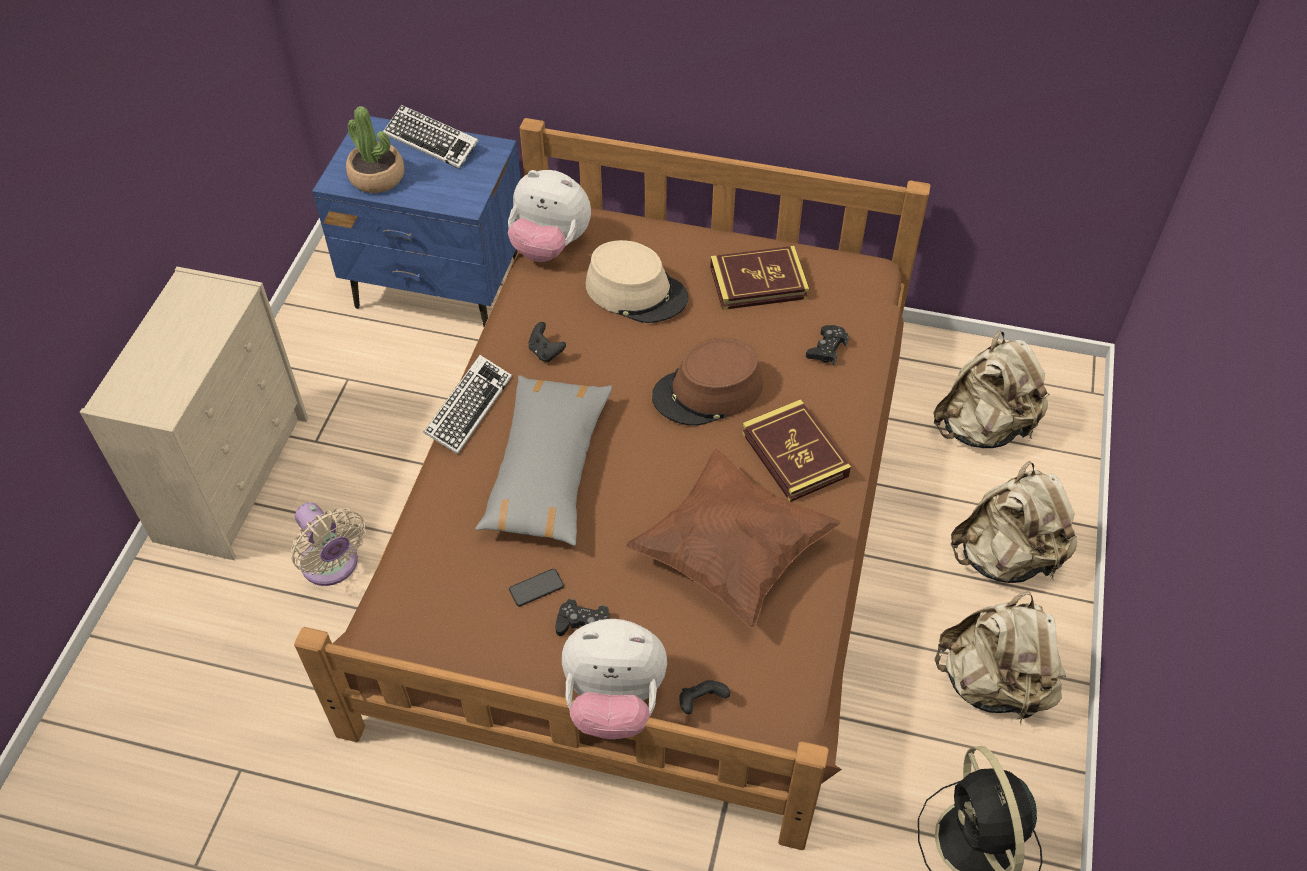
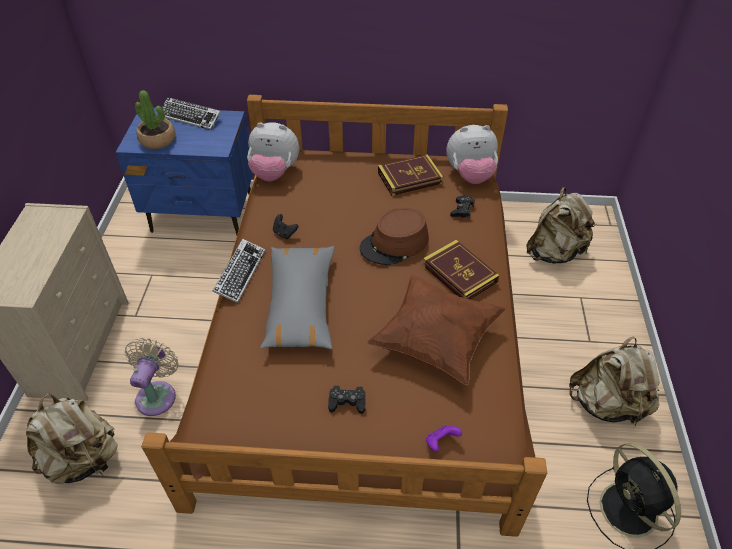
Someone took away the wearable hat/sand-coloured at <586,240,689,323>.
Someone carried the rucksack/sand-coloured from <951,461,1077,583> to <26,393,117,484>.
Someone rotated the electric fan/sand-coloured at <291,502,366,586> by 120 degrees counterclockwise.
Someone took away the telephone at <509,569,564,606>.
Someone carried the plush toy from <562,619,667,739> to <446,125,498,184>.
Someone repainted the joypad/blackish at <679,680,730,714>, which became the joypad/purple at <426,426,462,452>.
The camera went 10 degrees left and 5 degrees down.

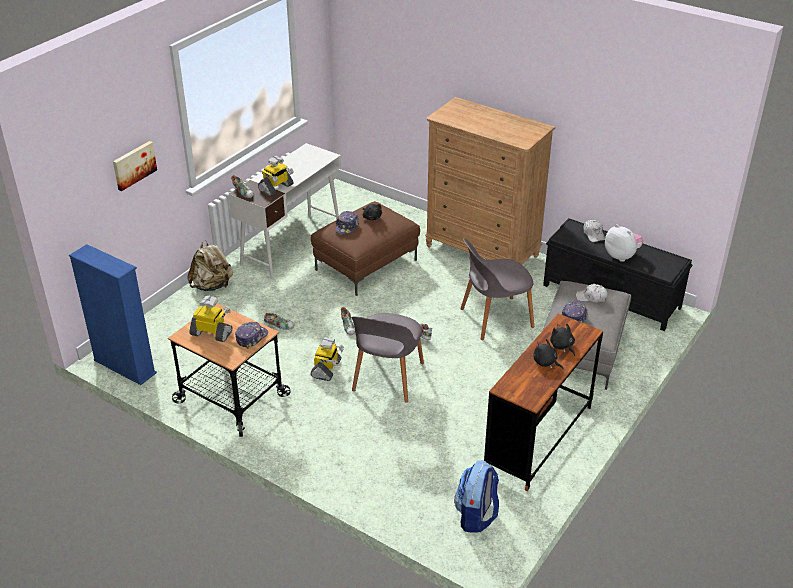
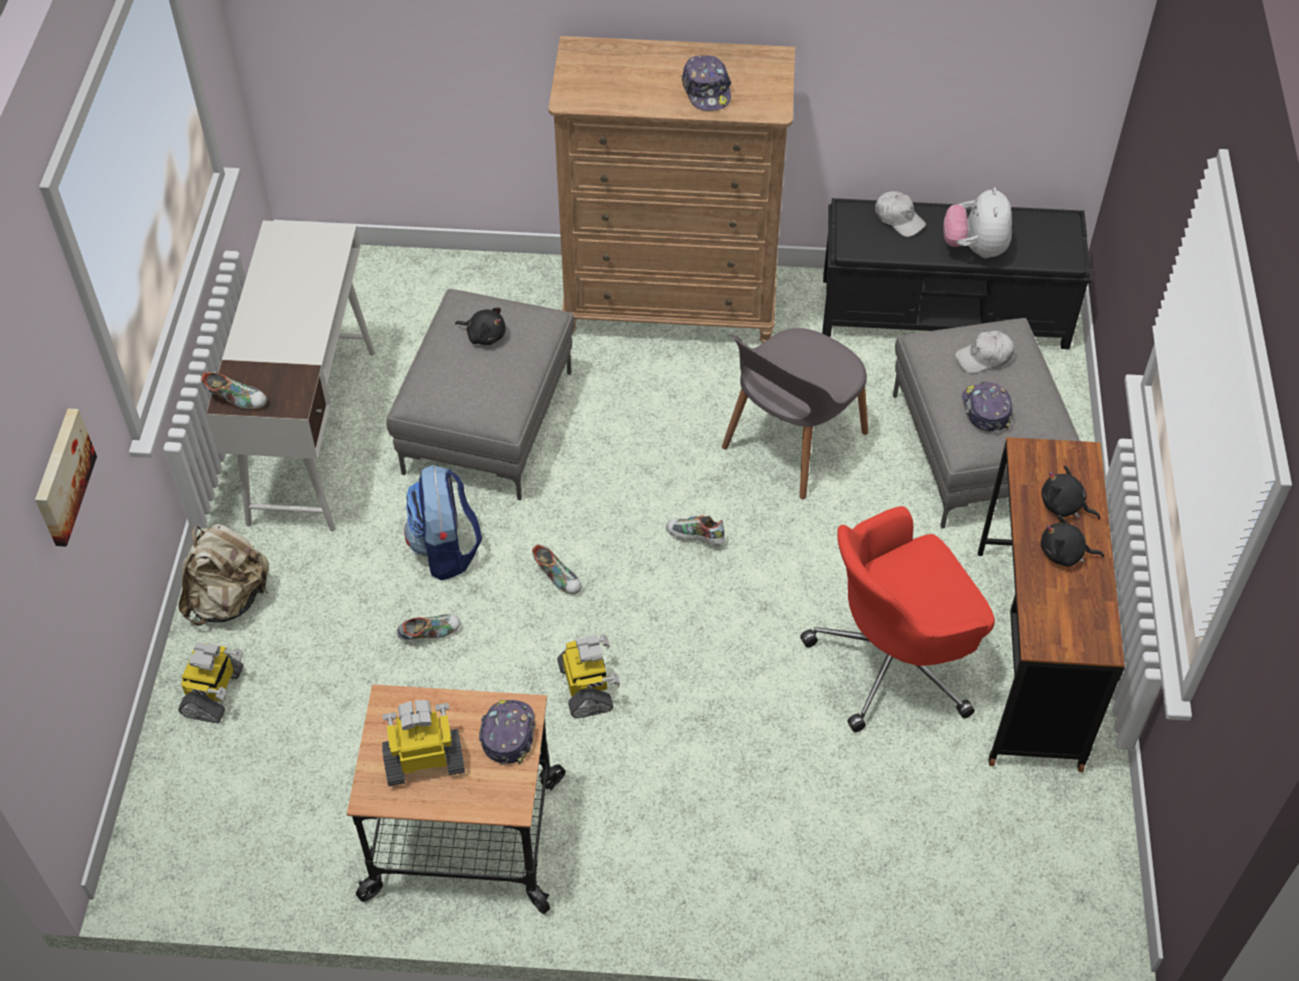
Someone carried the model robot from <258,156,294,196> to <178,642,243,723>.
Someone repainted the footrest/brown at <311,201,420,296>, which became the footrest/grey at <386,289,575,500>.
Someone carried the cap from <335,211,359,235> to <682,55,732,111>.
Someone rotated the plush toy at <605,224,643,262> by 105 degrees counterclockwise.
Someone took away the bookshelf/blue at <69,244,157,385>.
Someone took away the chair/grey at <351,313,424,402>.
Someone carried the rucksack from <454,461,499,533> to <404,465,482,581>.
Someone put down the office chair/red-coloured at <800,506,995,732>.
The camera went 30 degrees left and 15 degrees up.

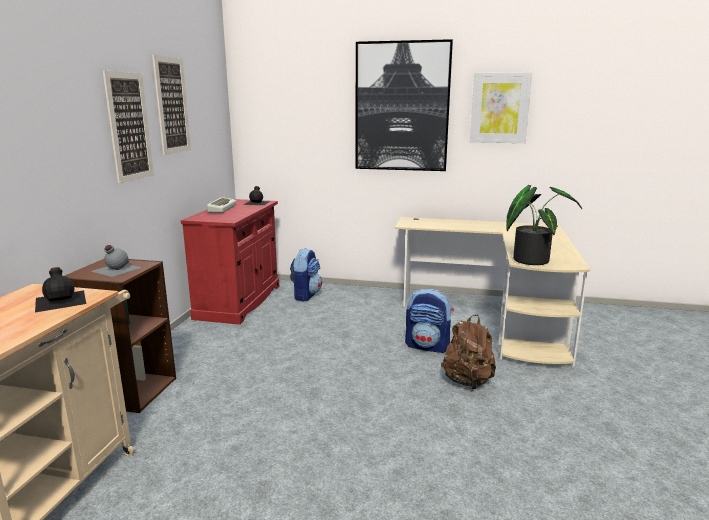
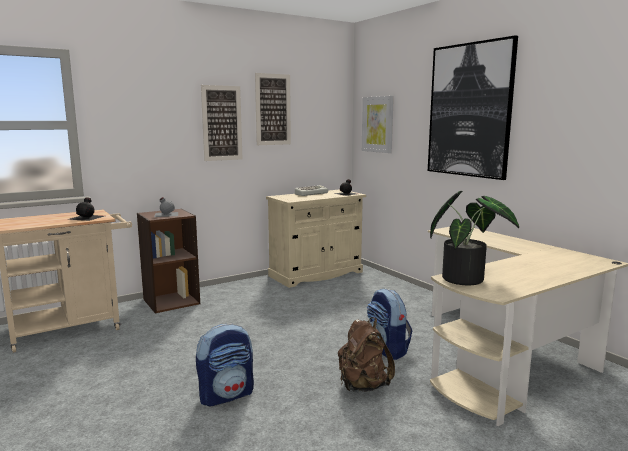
Someone carried the wall picture from <470,72,532,143> to <362,96,394,153>.
Someone repainted the storage cabinet/red-coloured at <181,199,279,324>, which became the storage cabinet/sand-coloured at <266,189,366,288>.
Someone carried the rucksack from <290,248,322,301> to <196,323,254,406>.
The camera went 45 degrees right and 5 degrees down.

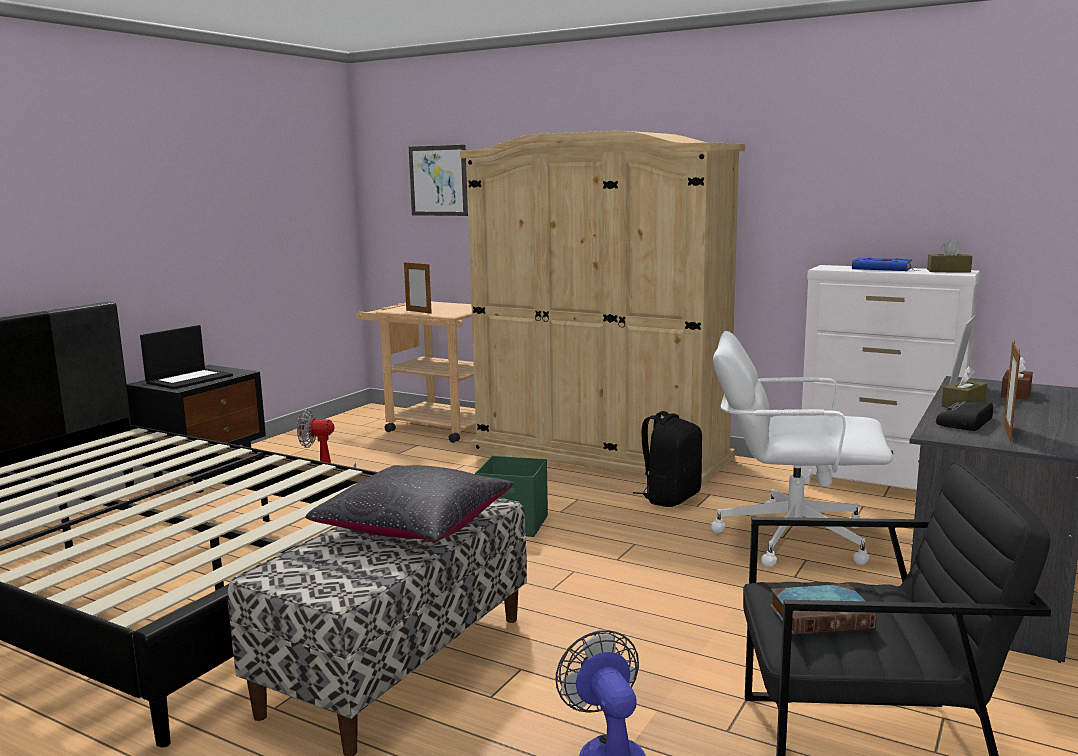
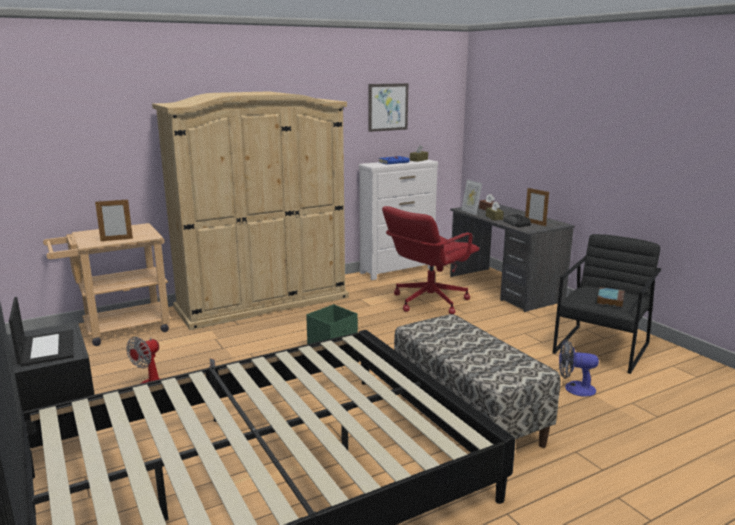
Someone carried the wall picture from <409,145,468,216> to <368,83,408,132>.
Someone repainted the office chair/whitish at <711,331,893,567>, which became the office chair/red-coloured at <382,206,480,314>.
Someone took away the rucksack/blackish at <633,411,702,507>.
Someone took away the throw pillow/blackish at <305,465,514,542>.
The camera went 60 degrees left and 5 degrees up.

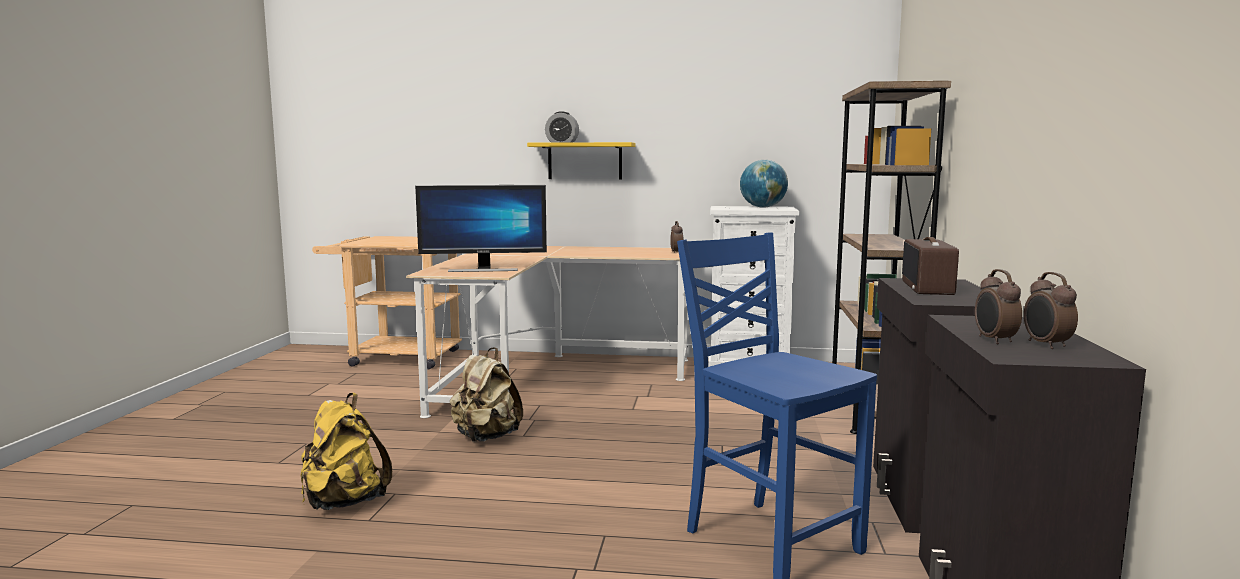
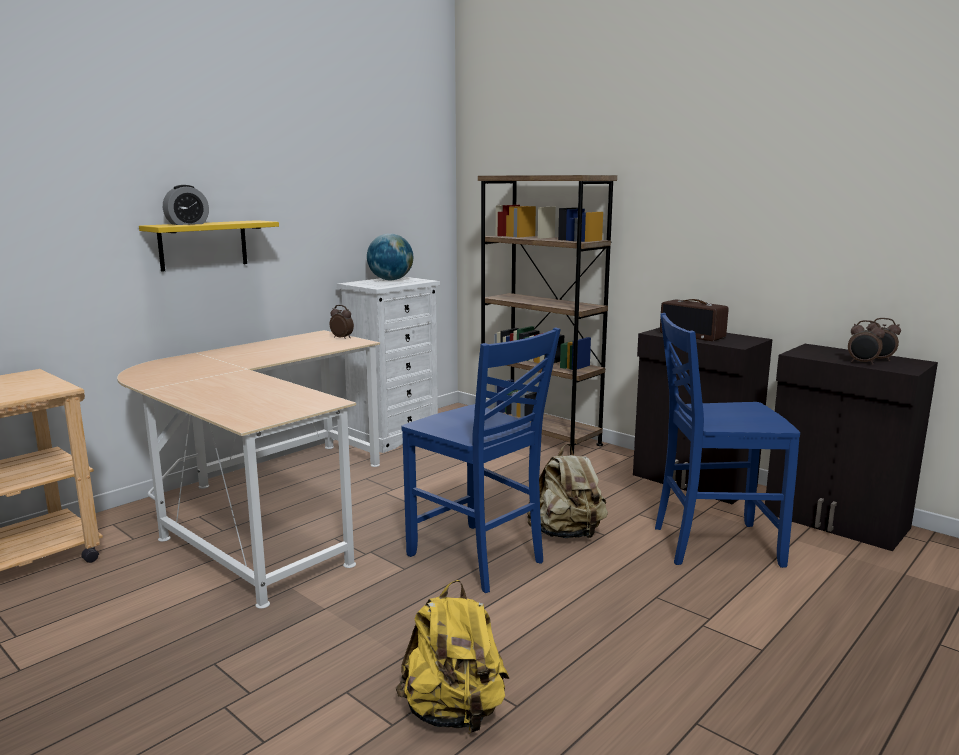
Someone took away the computer display at <415,185,547,272>.
Someone carried the rucksack/sand-coloured from <450,347,523,442> to <527,444,608,539>.
Someone put down the chair/blue at <401,328,561,593>.
The camera went 55 degrees left and 5 degrees up.

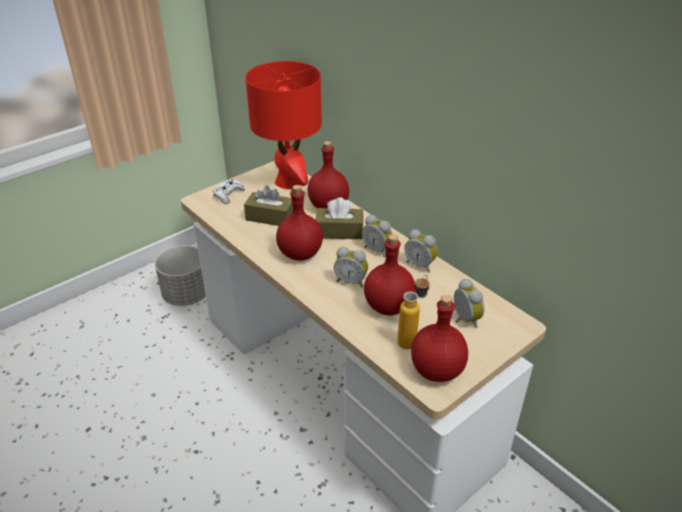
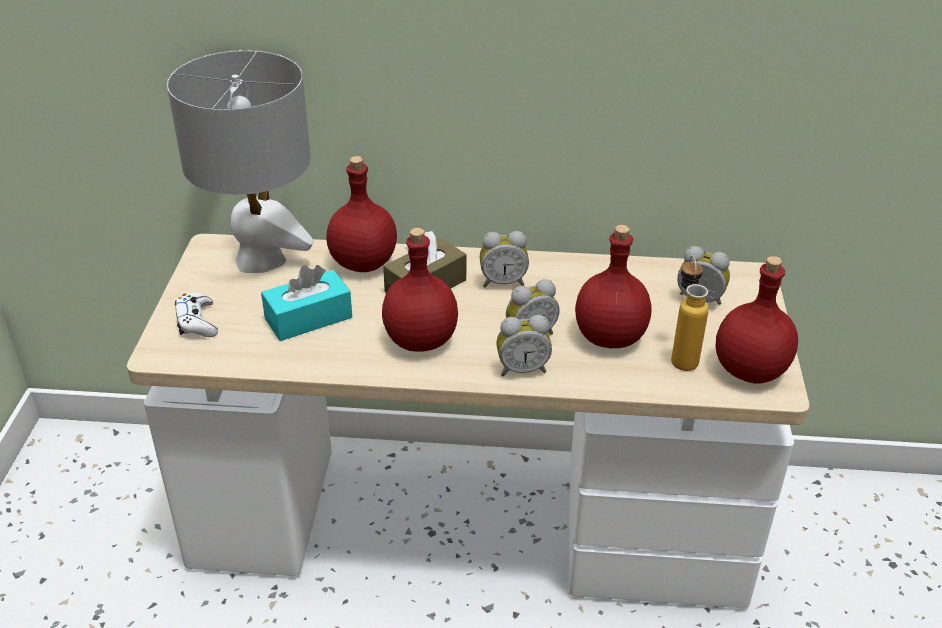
Someone repainted the table lamp/red-coloured at <245,61,322,189>, which became the table lamp/grey at <167,50,314,273>.
Someone repainted the tissue box/brown at <244,186,293,226>, which became the tissue box/turquoise at <261,265,352,341>.
Someone carried the table clock from <404,229,437,272> to <496,315,552,376>.
Someone took away the planter/grey at <155,245,206,306>.
The camera went 45 degrees left and 0 degrees up.

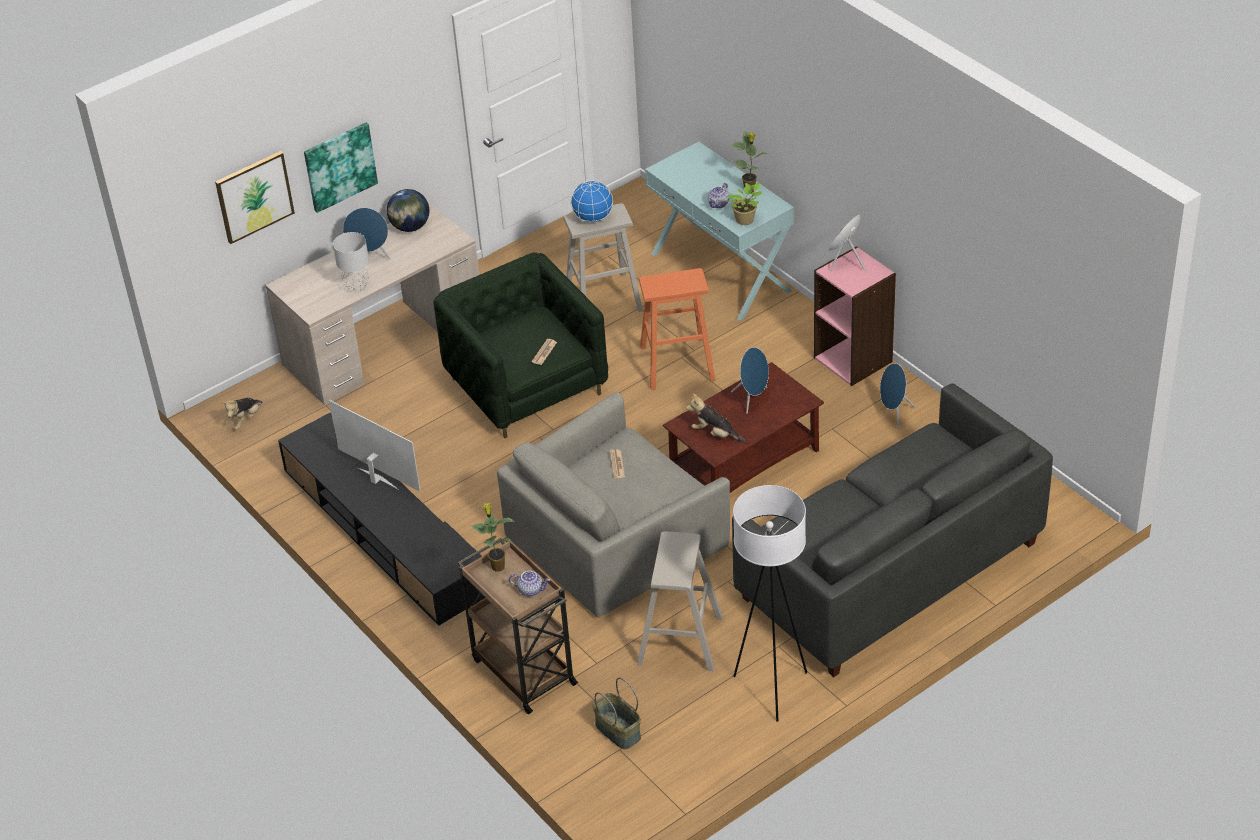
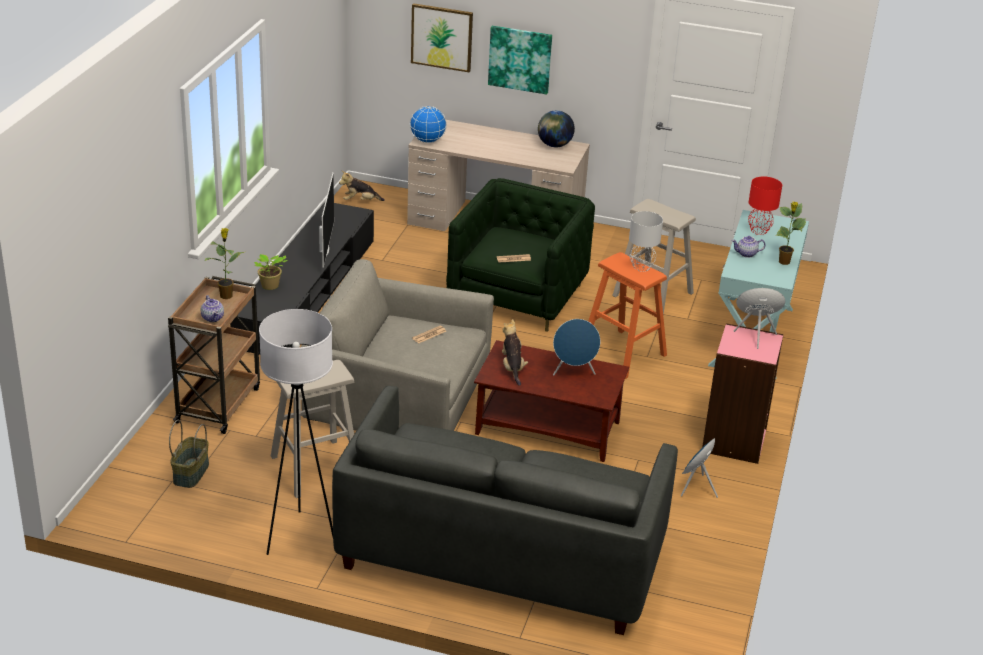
Someone carried the globe from <571,181,613,223> to <410,106,447,143>.
Someone carried the plant in a pot from <726,182,762,225> to <254,254,287,290>.
Someone took away the speaker/blue at <343,208,390,260>.
Someone carried the table lamp/grey from <333,232,369,293> to <629,211,663,272>.
Someone put down the table lamp/red-coloured at <748,177,782,235>.
The camera went 50 degrees right and 10 degrees down.

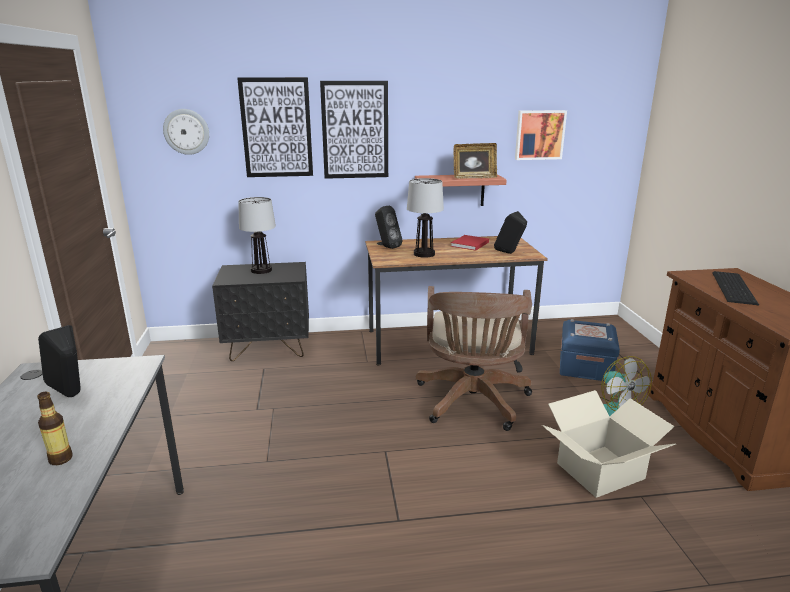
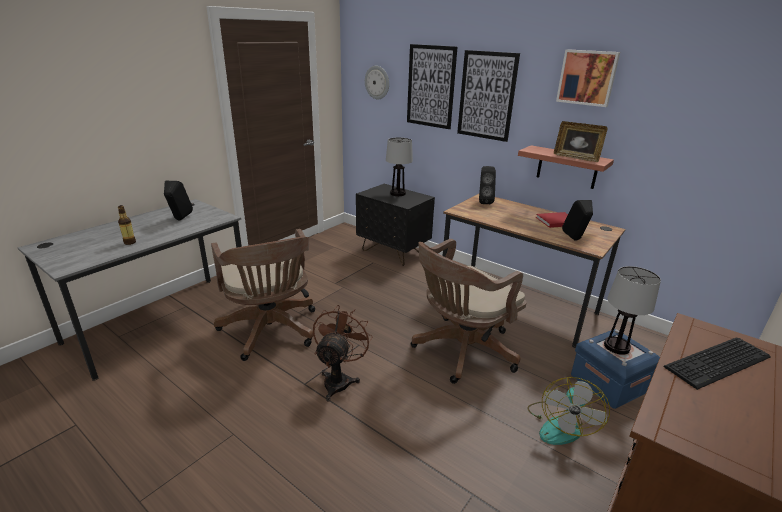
Someone carried the wall picture from <515,110,567,160> to <556,49,620,107>.
Someone carried the table lamp from <407,178,444,258> to <604,266,661,355>.
Someone took away the packing box at <542,390,676,498>.
Someone put down the office chair/brown at <211,229,315,361>.
Someone put down the electric fan/brown at <313,305,373,402>.
The camera went 45 degrees right and 5 degrees up.

